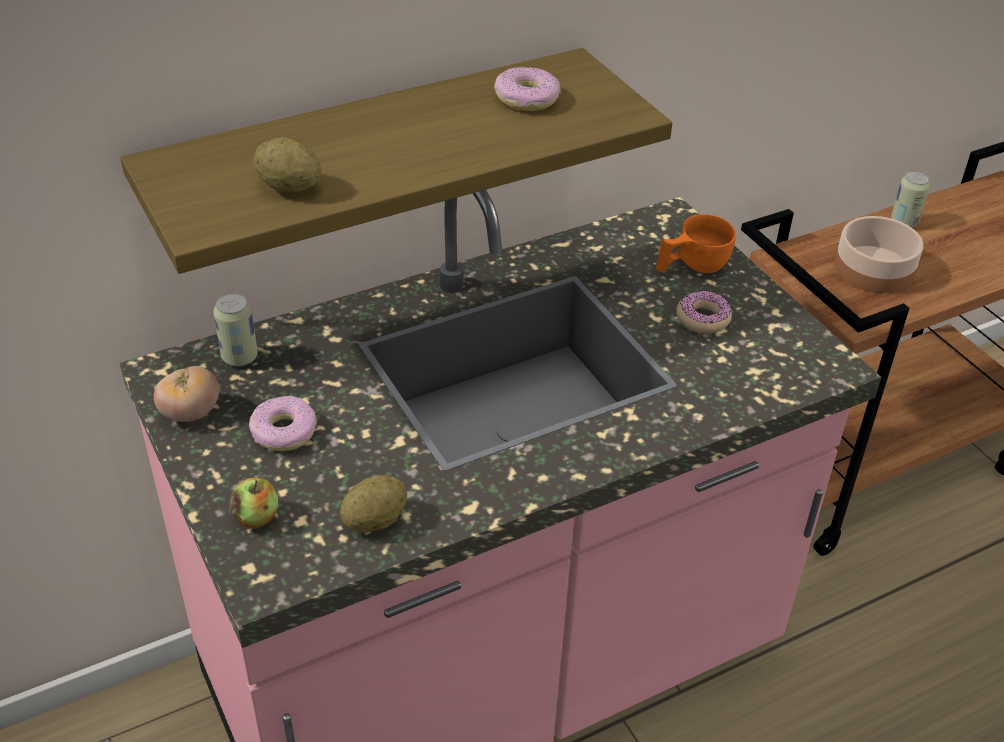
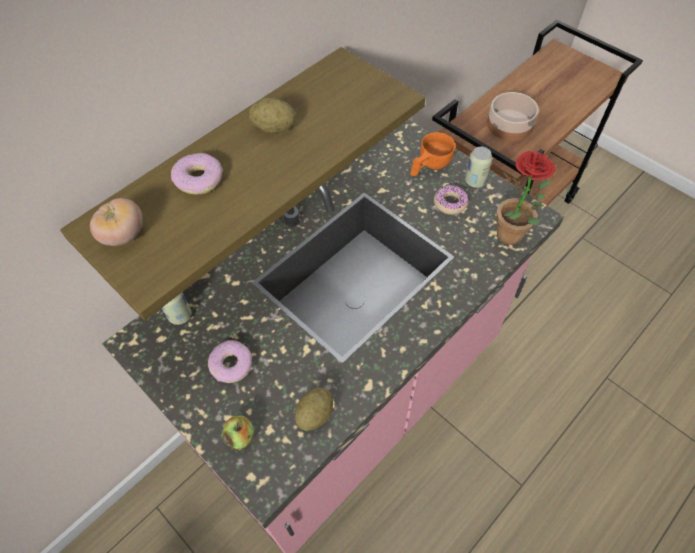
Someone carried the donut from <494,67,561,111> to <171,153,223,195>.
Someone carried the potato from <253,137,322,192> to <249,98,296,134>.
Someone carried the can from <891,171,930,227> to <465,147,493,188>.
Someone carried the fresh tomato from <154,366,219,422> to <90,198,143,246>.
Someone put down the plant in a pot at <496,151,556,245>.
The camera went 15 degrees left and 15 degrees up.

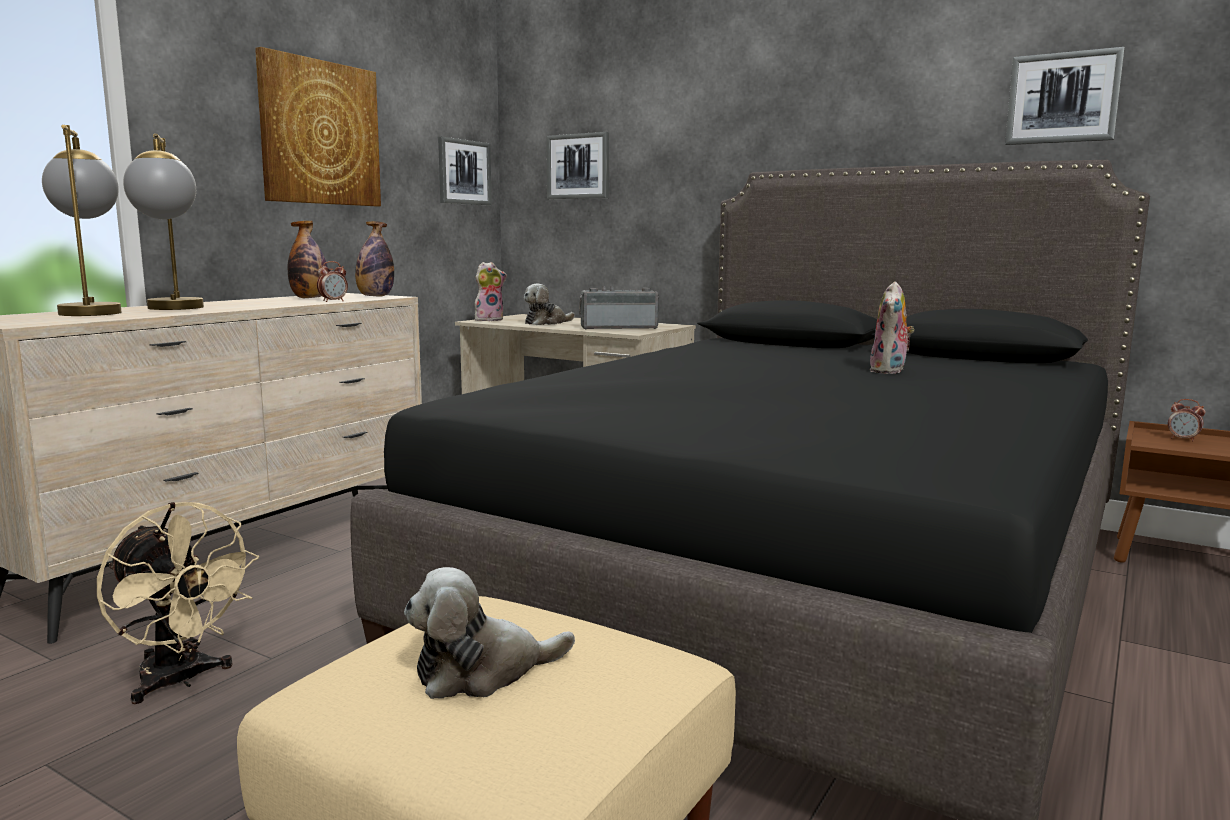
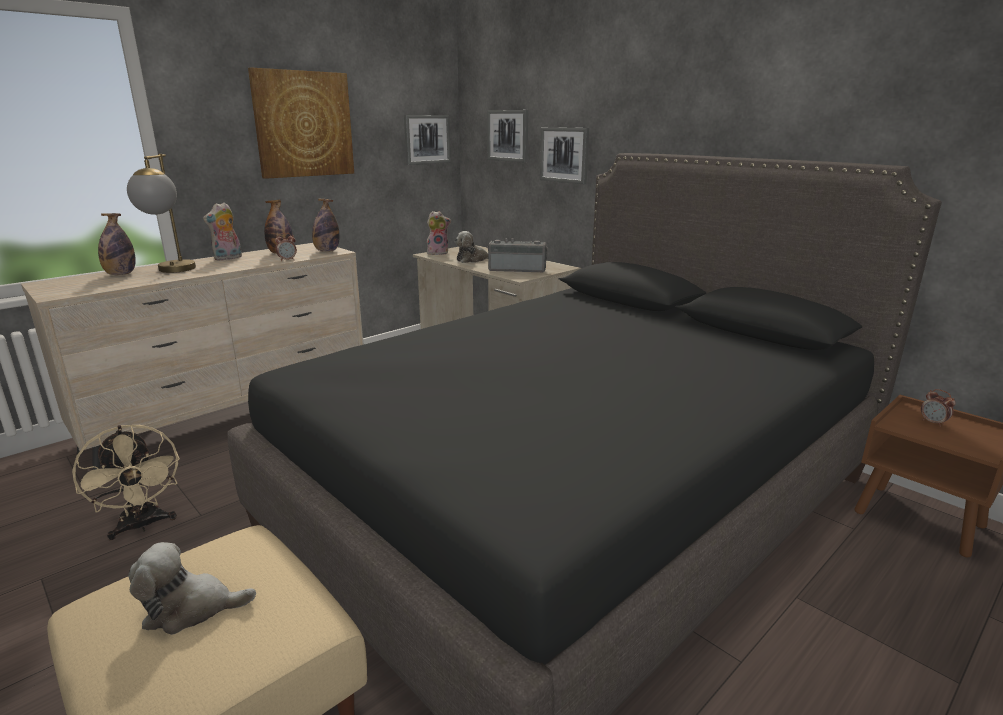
Someone carried the wall picture from <1005,47,1125,145> to <540,127,589,184>.
Someone swapped the table lamp at <42,125,122,316> for the beverage bottle at <98,213,136,275>.
Someone carried the plush toy from <870,281,914,374> to <203,202,242,261>.
The camera went 15 degrees right and 10 degrees up.

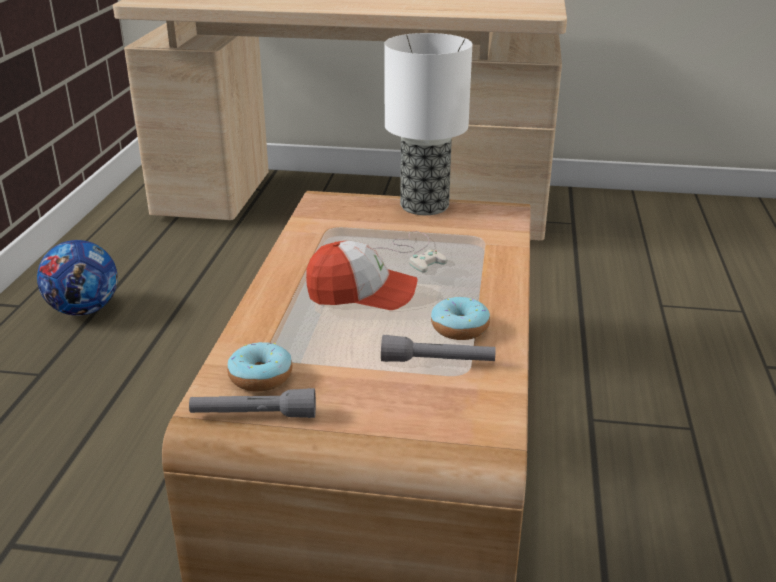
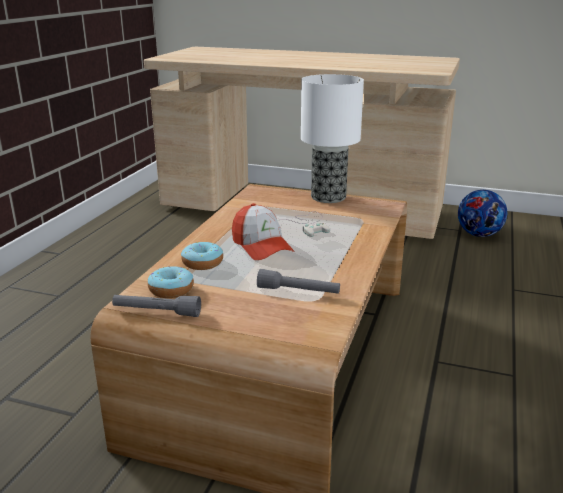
Someone carried the football ball from <37,240,118,316> to <458,190,507,237>.
Someone rotated the cap at <306,241,418,310> by 45 degrees clockwise.
Someone carried the donut from <431,297,490,340> to <181,242,223,270>.
The camera went 10 degrees right and 5 degrees down.

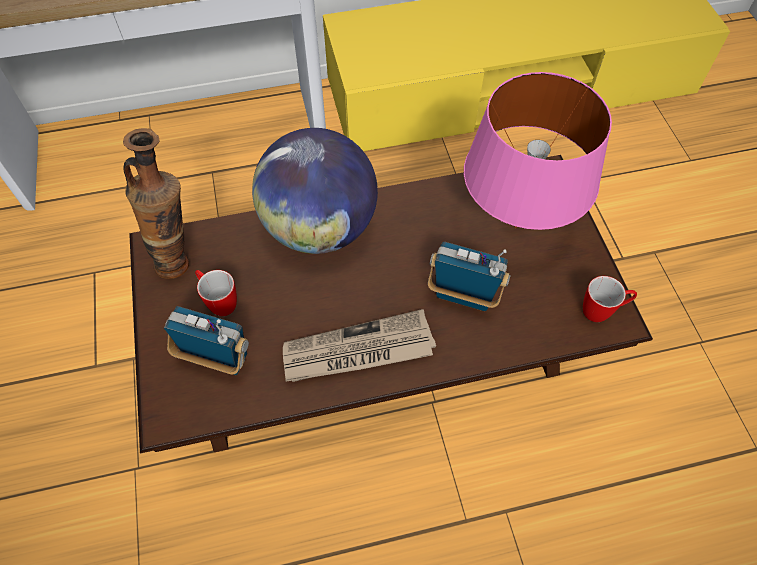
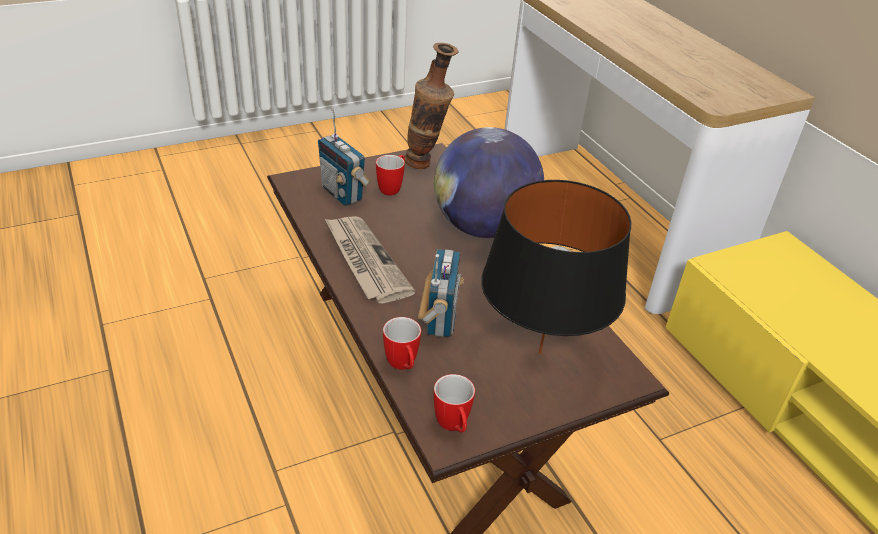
Someone repainted the table lamp/pinkish at <464,72,612,230>, which became the table lamp/blackish at <481,180,631,354>.
Someone rotated the radio at <164,306,249,375> by 135 degrees clockwise.
Someone put down the mug at <383,317,421,370>.
The camera went 75 degrees right and 20 degrees down.

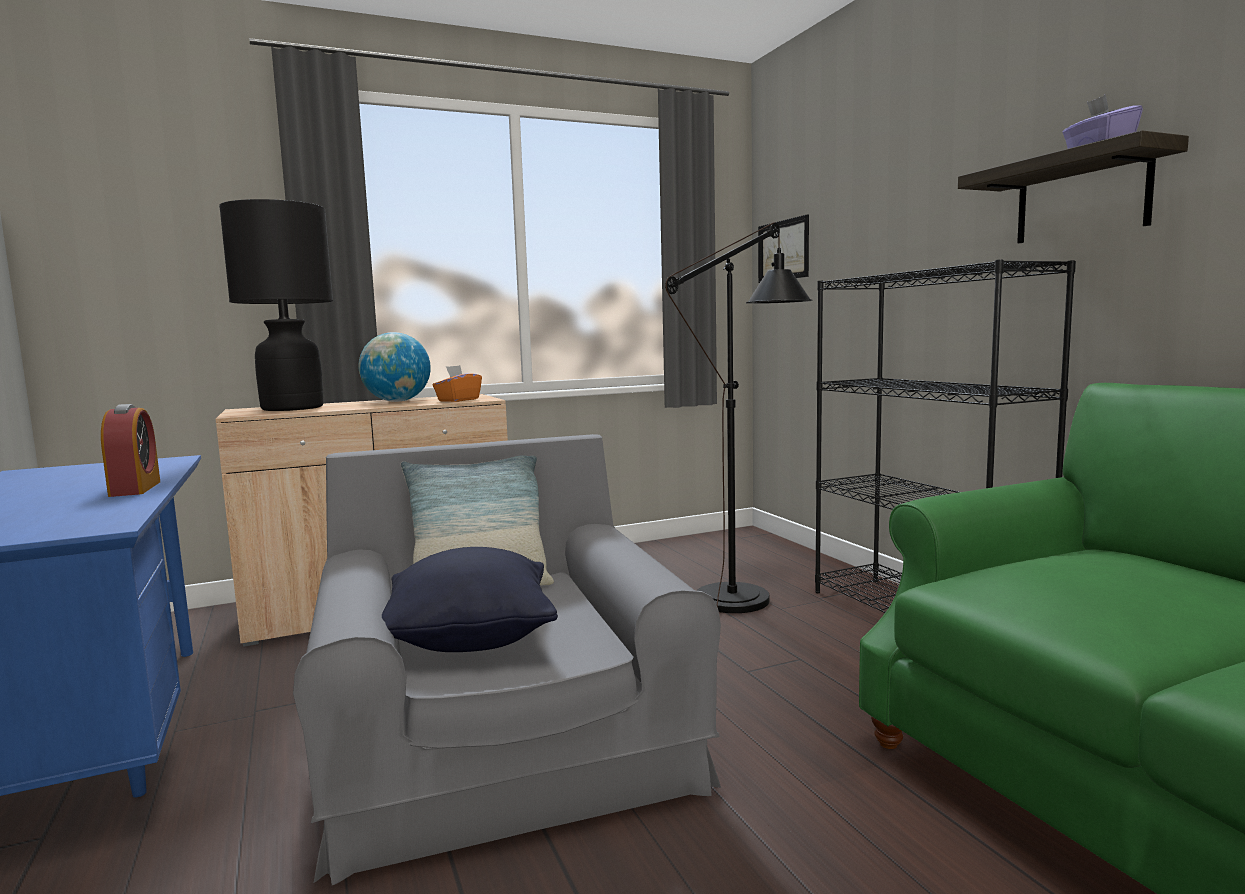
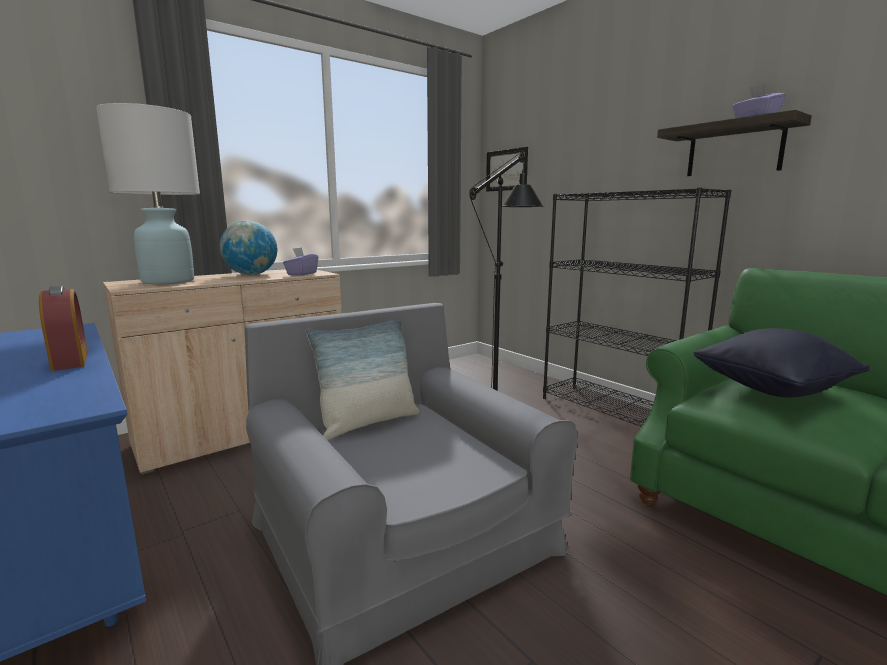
Someone repainted the table lamp/blackish at <219,199,333,411>, which became the table lamp/whitish at <96,103,200,284>.
Someone repainted the tissue box/orange-coloured at <433,365,482,402>, which became the tissue box/purple at <283,247,318,276>.
Someone carried the throw pillow/blackish from <382,547,558,652> to <693,328,870,397>.
The camera went 15 degrees left and 5 degrees up.

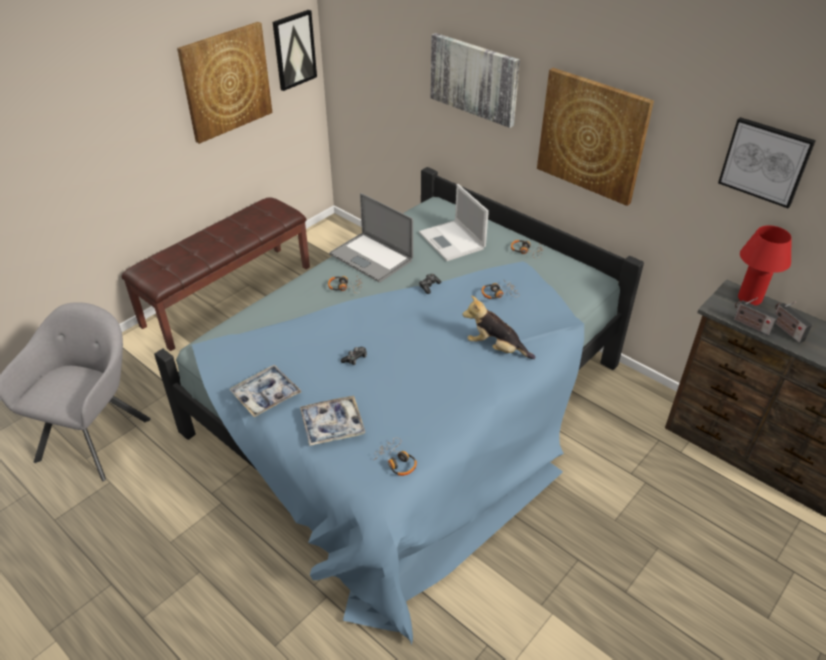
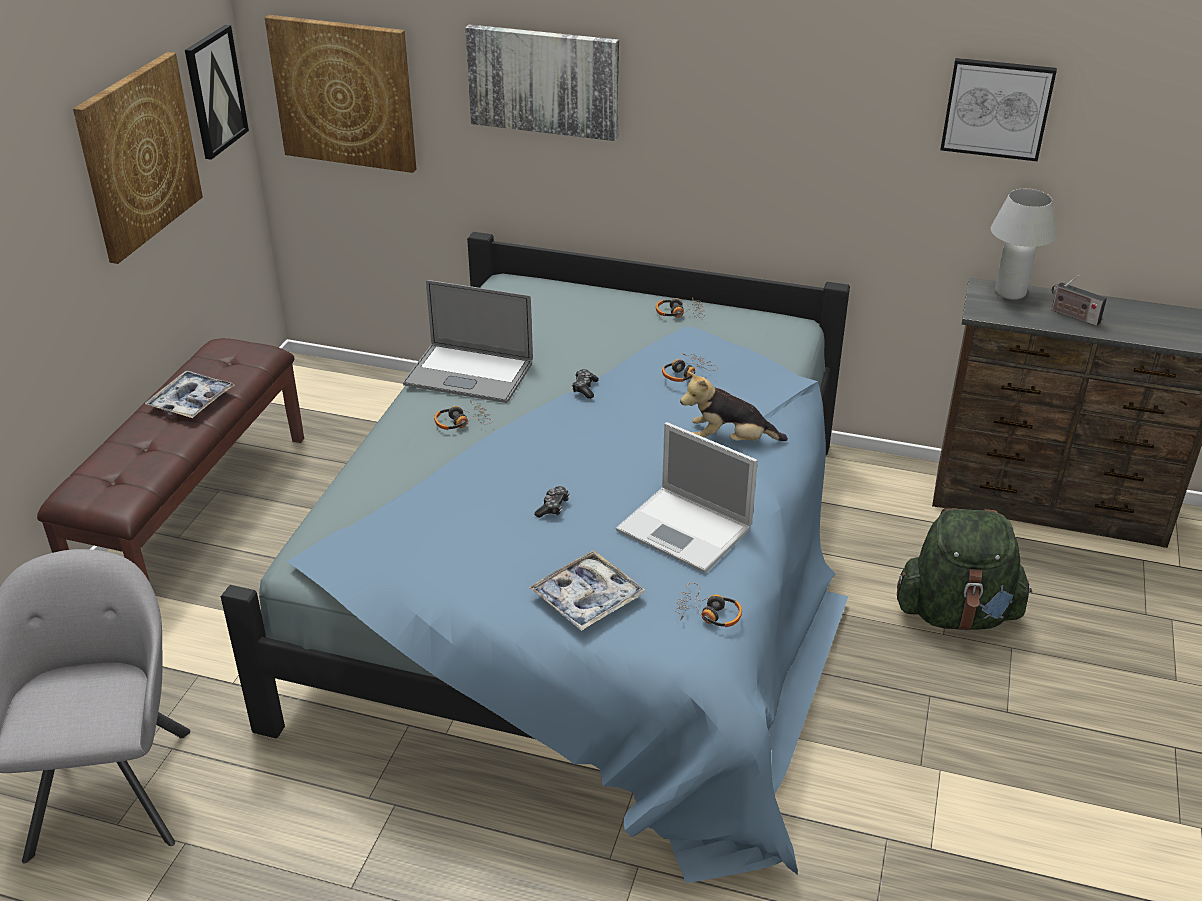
Someone carried the wall picture from <537,68,654,206> to <265,15,416,173>.
Someone carried the portable computer from <419,184,489,261> to <616,422,758,573>.
Someone repainted the table lamp/red-coloured at <738,225,792,306>, which became the table lamp/whitish at <991,189,1056,300>.
Someone took away the radio at <734,297,778,335>.
Someone carried the tray from <229,365,301,417> to <145,371,234,418>.
Someone put down the rucksack/greenish at <897,508,1032,631>.
The camera went 25 degrees left and 5 degrees down.

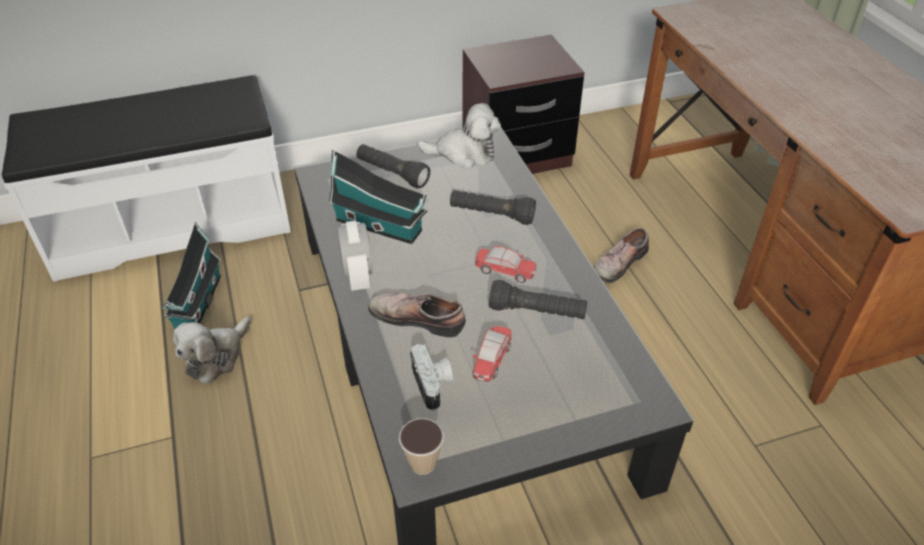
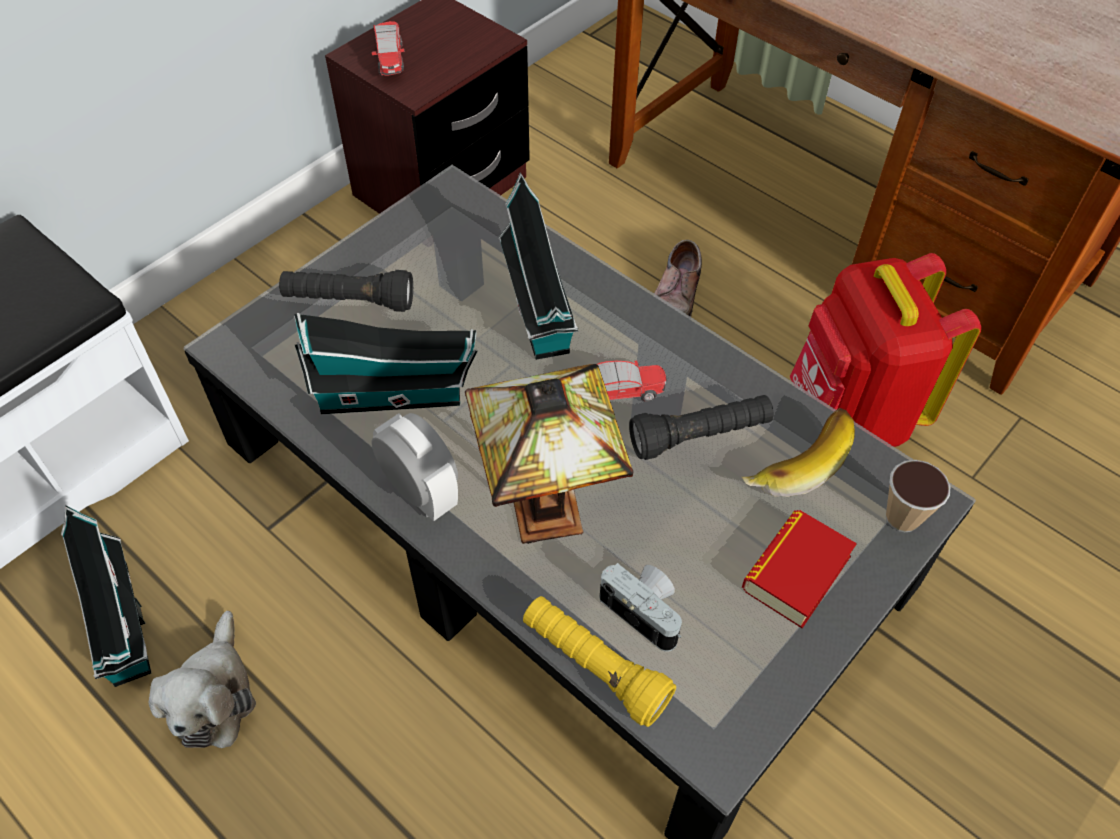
Someone took away the plush toy at <417,103,501,169>.
Someone swapped the hand torch/blackish at <450,190,536,225> for the miniature house at <499,173,578,360>.
Someone swapped the low shoe at <368,292,466,337> for the table lamp at <465,364,633,544>.
Someone carried the toy car from <473,327,512,382> to <372,21,404,76>.
Someone carried the cup from <399,418,444,475> to <886,460,950,532>.
Someone put down the rucksack/red-coloured at <790,253,981,447>.
Someone put down the whole banana at <742,408,855,497>.
Someone put down the volume at <742,510,857,628>.
Someone put down the hand torch/yellow-coloured at <523,596,676,727>.
The camera went 30 degrees left and 10 degrees up.

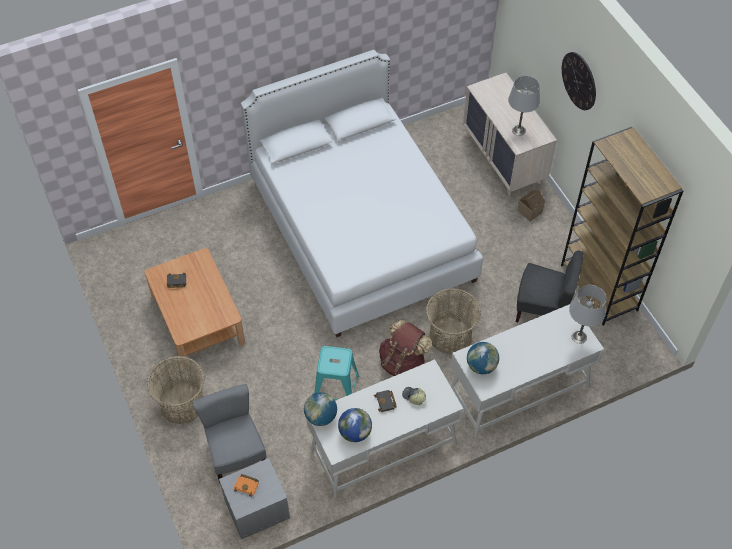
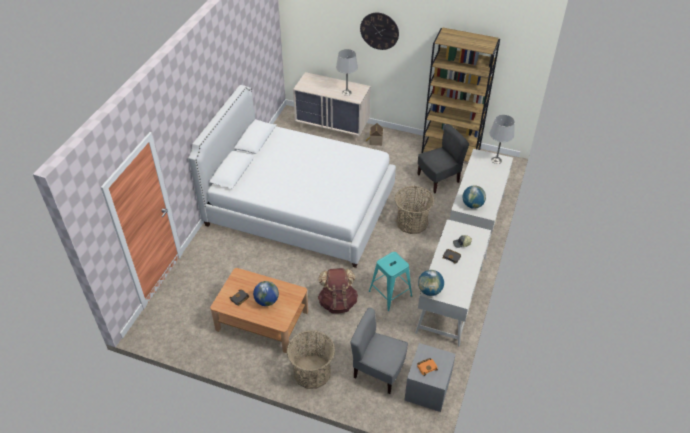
Someone carried the rucksack/brown from <379,319,432,376> to <318,268,358,313>.
Someone carried the globe from <338,408,372,442> to <253,281,279,306>.
The camera went 45 degrees left and 10 degrees down.

